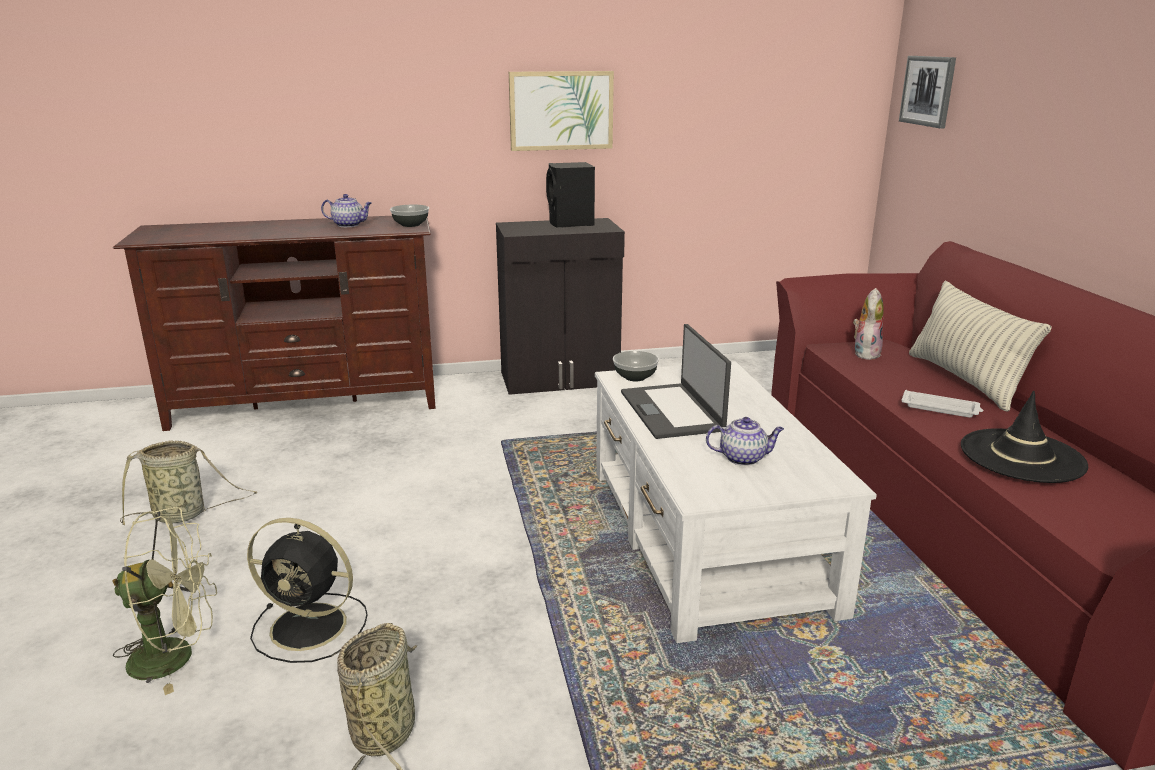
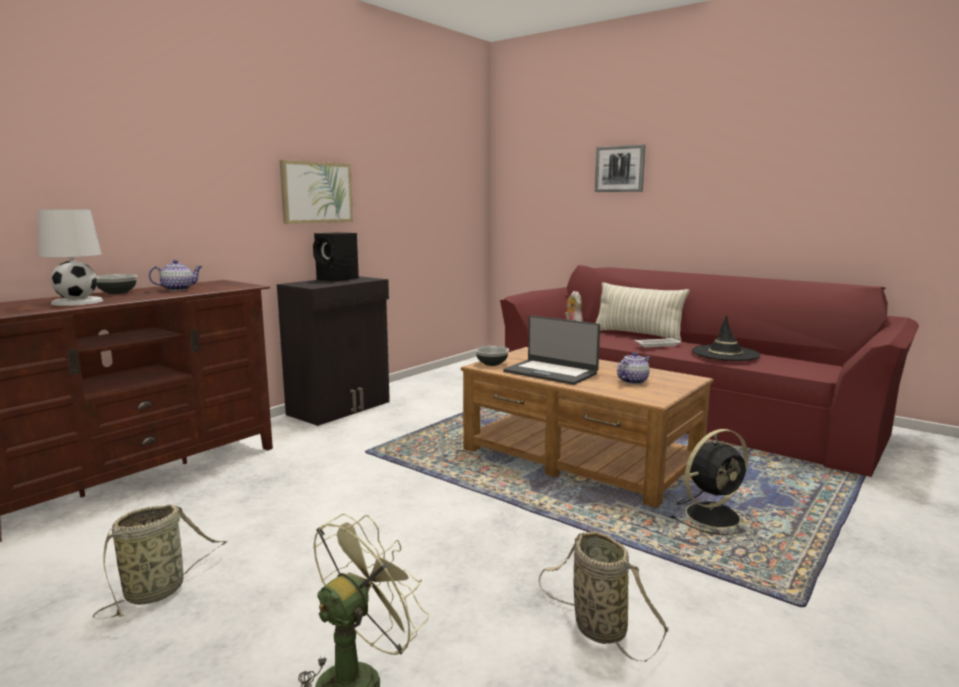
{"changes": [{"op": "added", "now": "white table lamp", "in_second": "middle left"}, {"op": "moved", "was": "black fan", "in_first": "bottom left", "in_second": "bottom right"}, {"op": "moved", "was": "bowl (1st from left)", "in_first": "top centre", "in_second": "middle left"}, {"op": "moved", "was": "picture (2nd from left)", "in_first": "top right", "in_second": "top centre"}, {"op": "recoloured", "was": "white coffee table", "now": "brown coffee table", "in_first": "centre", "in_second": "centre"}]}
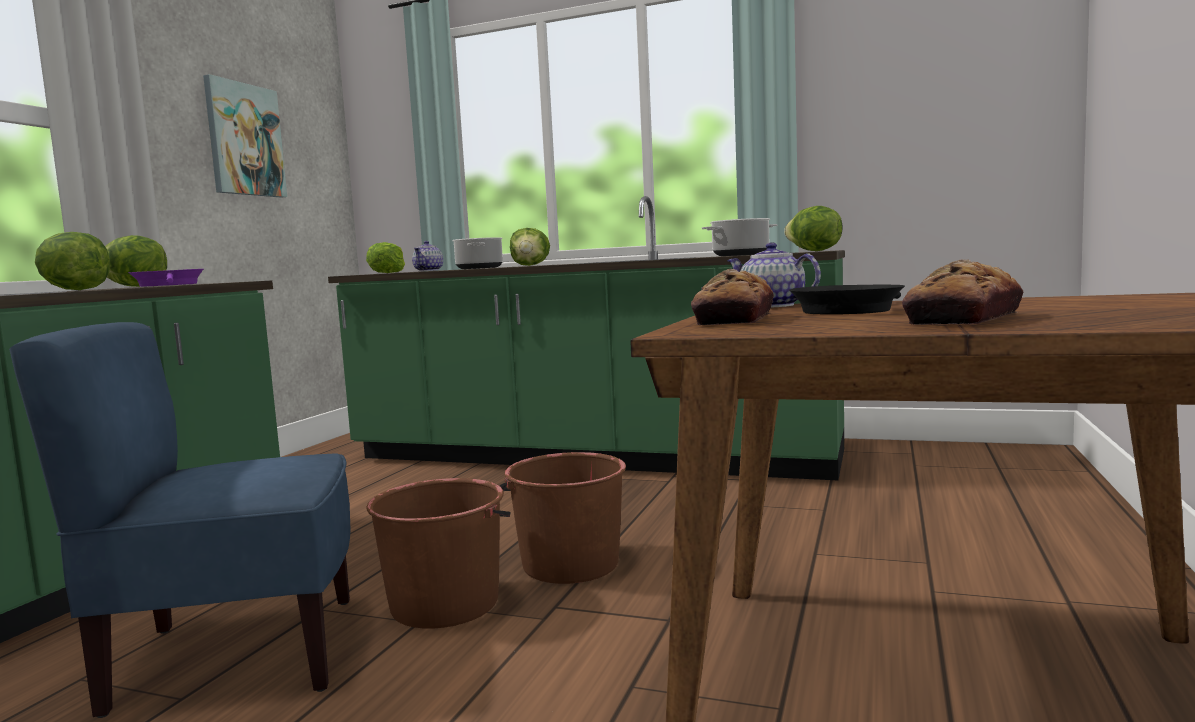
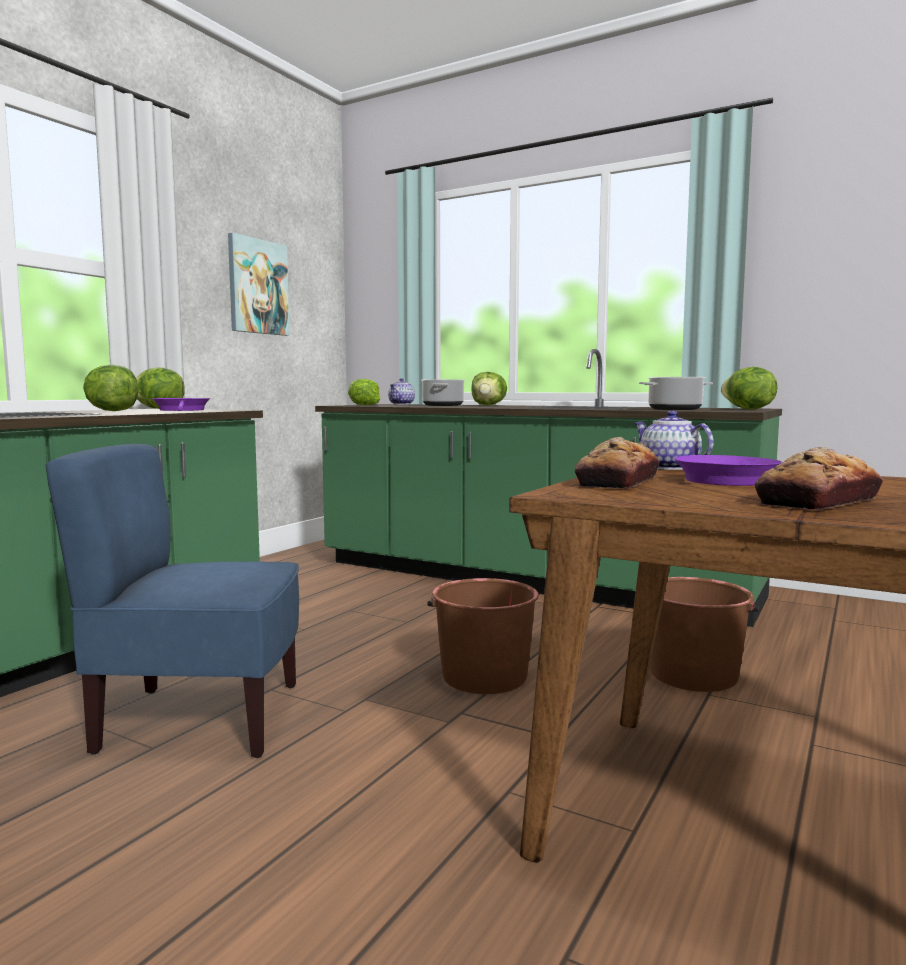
{"changes": [{"op": "moved", "was": "brown bucket (1st from left in the first image)", "now": "brown bucket (2nd from left)", "in_first": "bottom centre", "in_second": "middle right"}, {"op": "recoloured", "was": "black frying pan", "now": "purple frying pan (2nd from left)", "in_first": "middle right", "in_second": "middle right"}]}
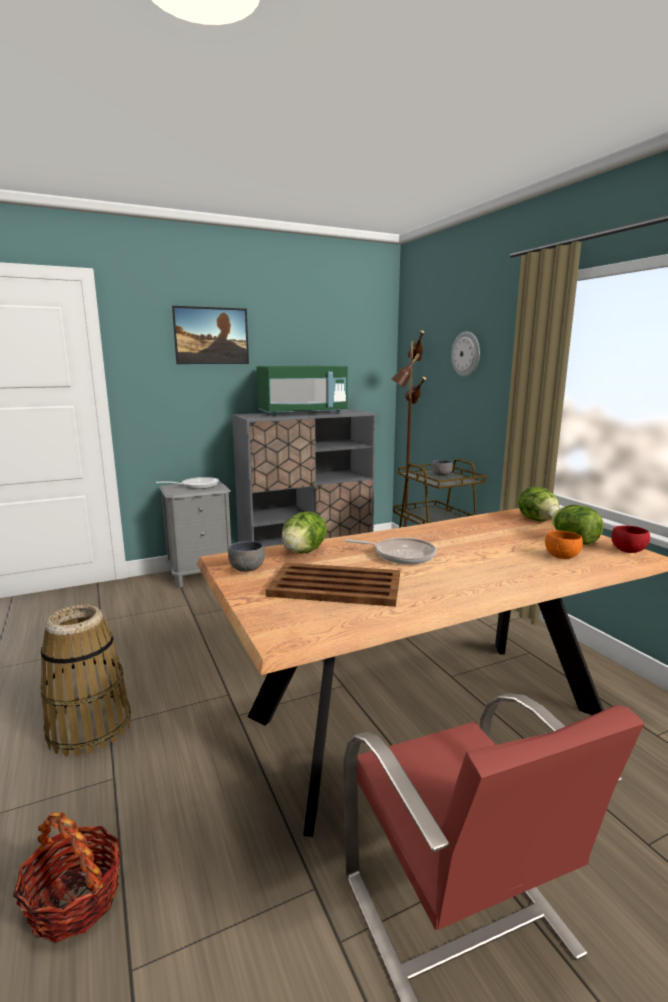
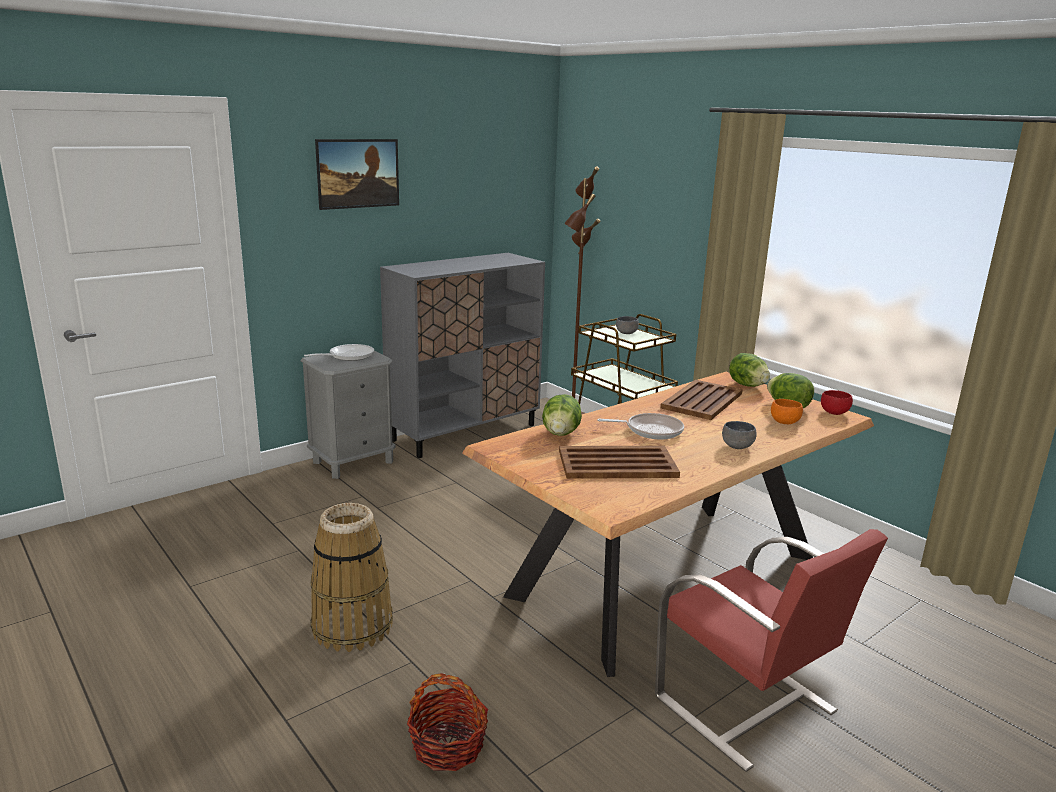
{"changes": [{"op": "removed", "was": "green microwave", "in_first": "centre"}, {"op": "removed", "was": "wall clock", "in_first": "middle right"}, {"op": "added", "now": "brown tray (2nd from left)", "in_second": "centre"}, {"op": "moved", "was": "grey bowl (1st from left in the first image)", "now": "grey bowl (2nd from left)", "in_first": "centre", "in_second": "middle right"}]}
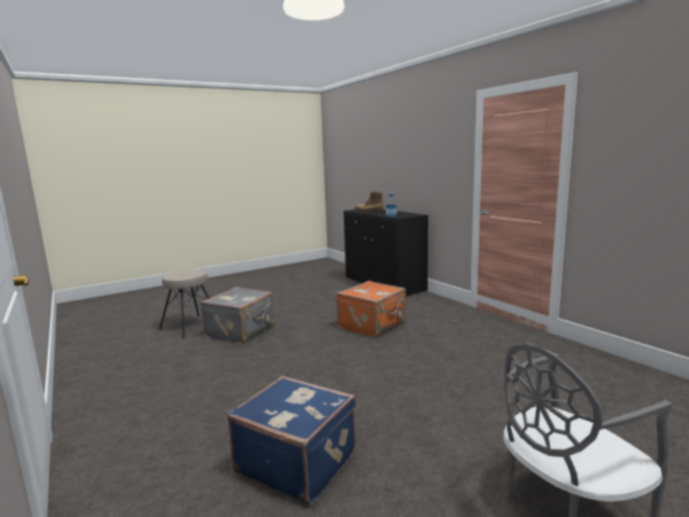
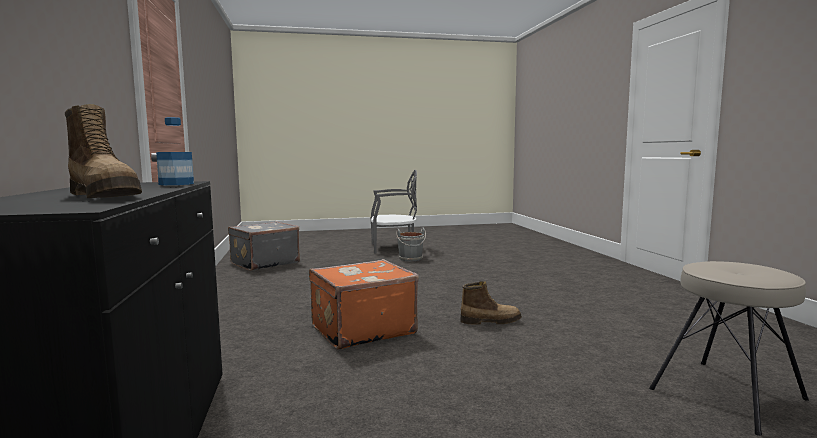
{"changes": [{"op": "removed", "was": "blue suitcase", "in_first": "bottom centre"}, {"op": "added", "now": "grey bucket", "in_second": "centre"}, {"op": "added", "now": "boot (2nd from left)", "in_second": "bottom centre"}, {"op": "moved", "was": "grey suitcase", "in_first": "centre", "in_second": "middle left"}]}
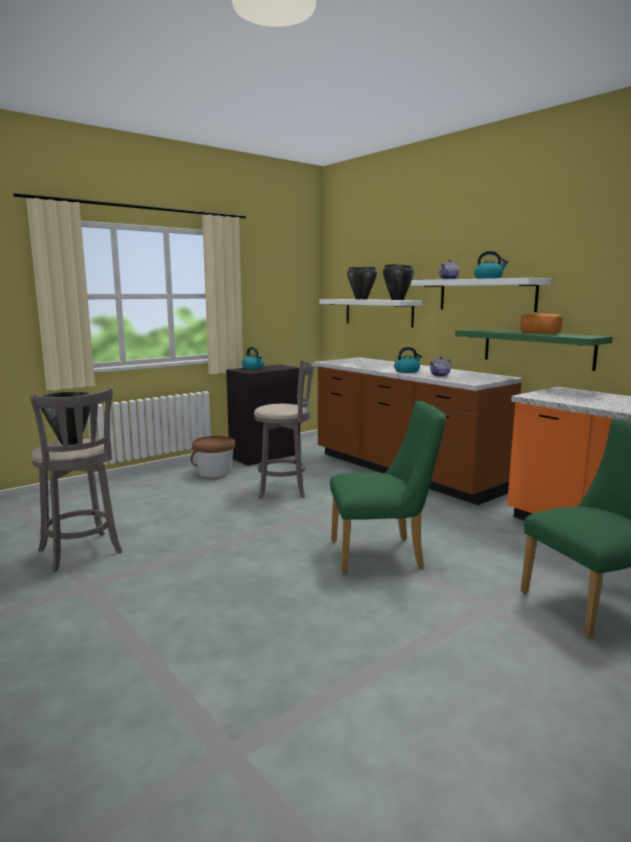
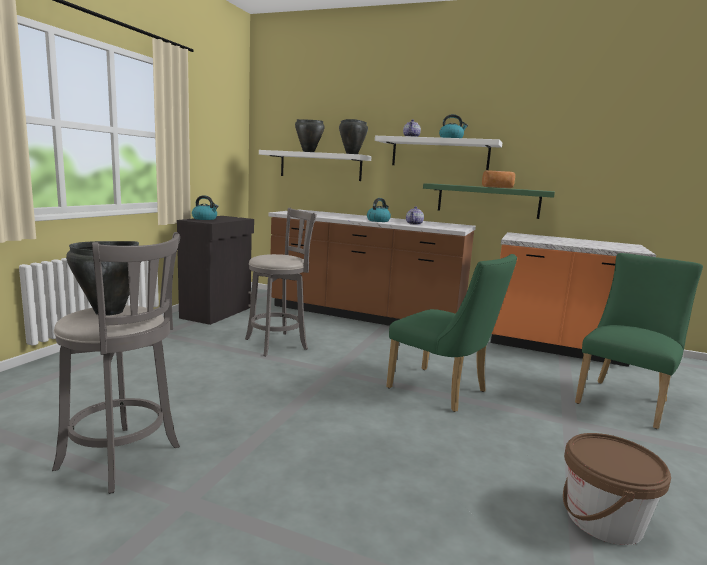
{"changes": [{"op": "moved", "was": "brown bucket", "in_first": "centre", "in_second": "bottom right"}, {"op": "turned", "was": "green chair (1st from left)", "in_first": "centre", "in_second": "centre", "clockwise": 75}]}
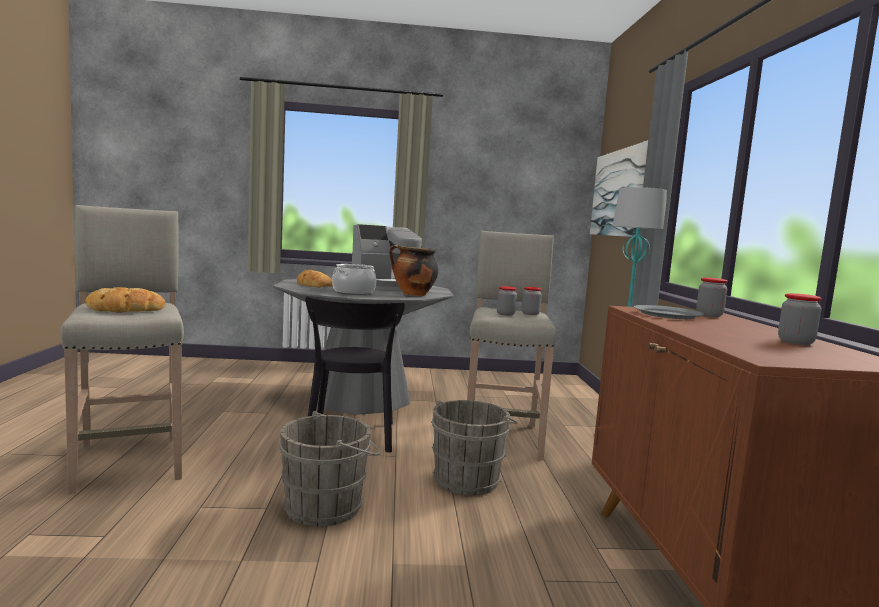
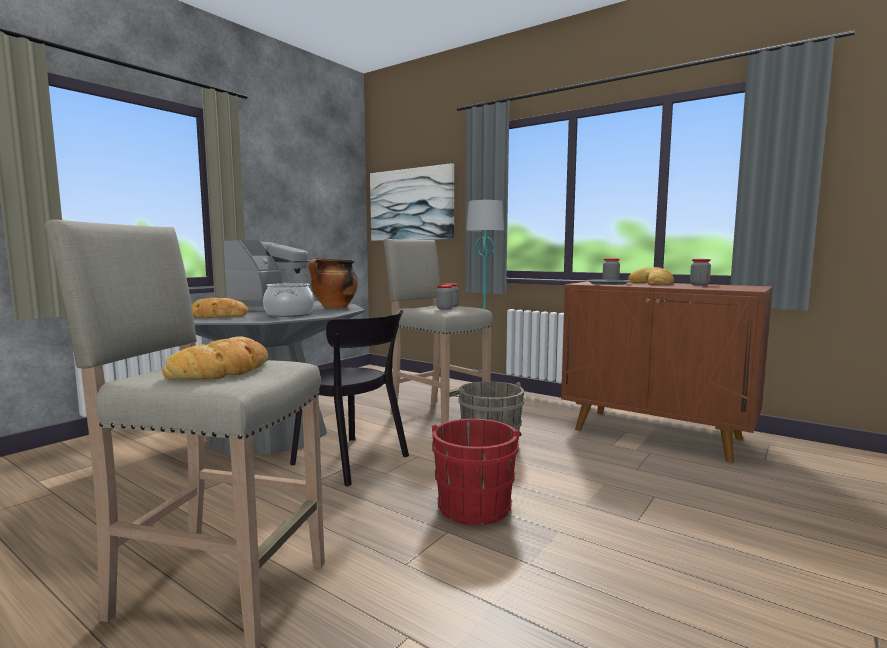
{"changes": [{"op": "added", "now": "bread (3rd from left)", "in_second": "middle right"}, {"op": "recoloured", "was": "grey bucket (1st from left)", "now": "red bucket", "in_first": "bottom centre", "in_second": "bottom centre"}]}
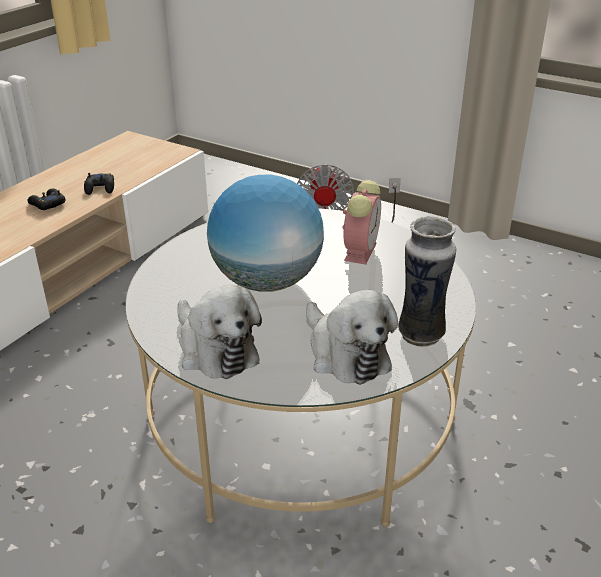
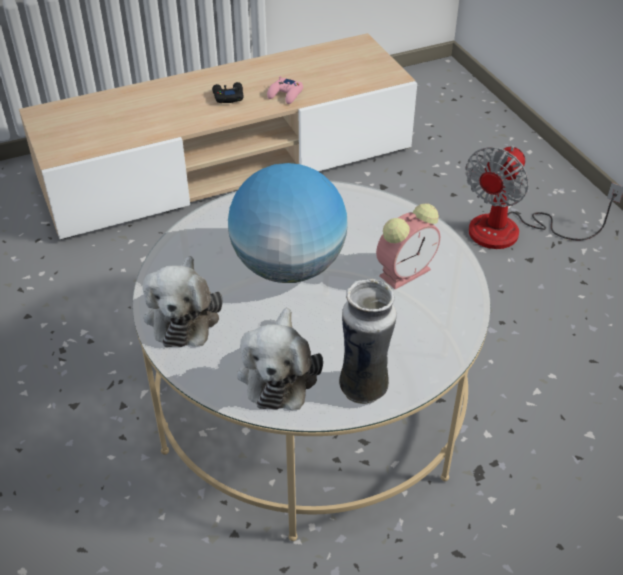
{"changes": [{"op": "recoloured", "was": "black game controller (2nd from left)", "now": "pink game controller", "in_first": "top left", "in_second": "top centre"}]}
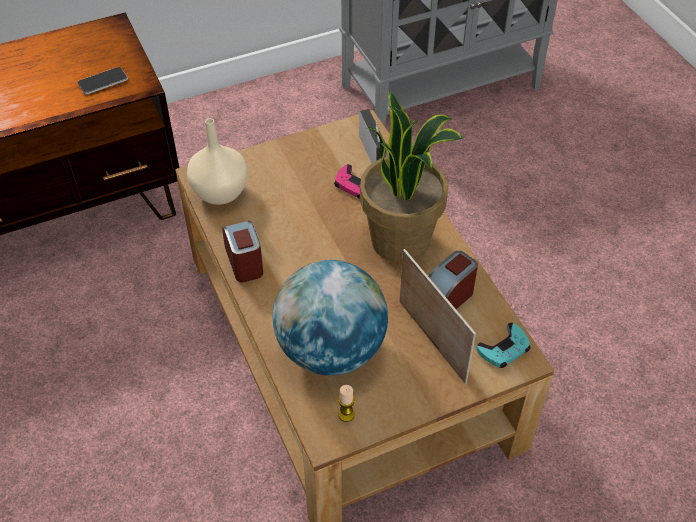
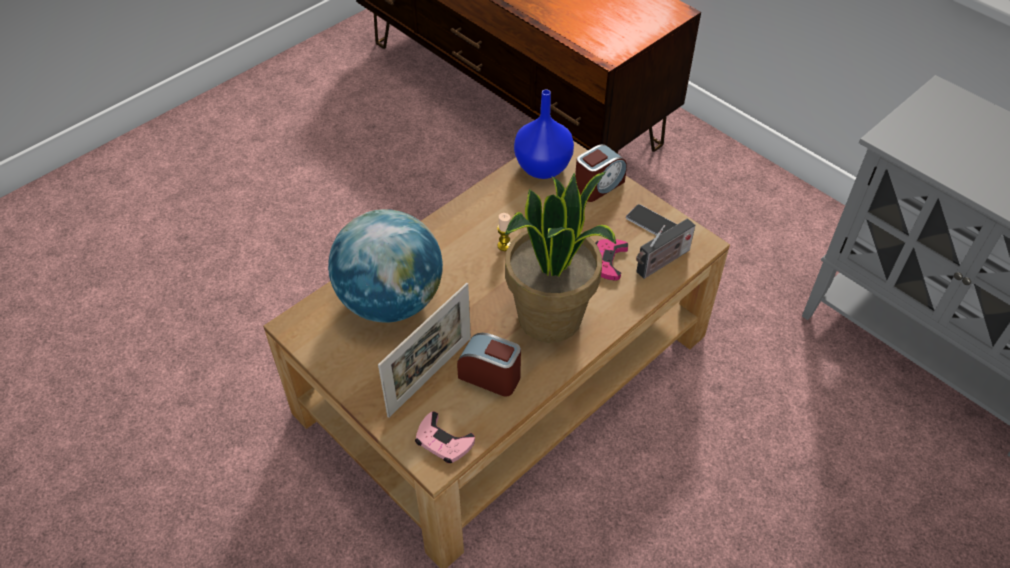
{"changes": [{"op": "moved", "was": "phone", "in_first": "top left", "in_second": "centre"}, {"op": "moved", "was": "alarm clock (1st from left in the first image)", "now": "alarm clock (2nd from left)", "in_first": "centre", "in_second": "top centre"}, {"op": "moved", "was": "candle", "in_first": "bottom centre", "in_second": "centre"}, {"op": "recoloured", "was": "beige vase", "now": "blue vase", "in_first": "top left", "in_second": "top centre"}, {"op": "recoloured", "was": "turquoise game controller", "now": "pink game controller (1st from left)", "in_first": "middle right", "in_second": "bottom centre"}]}
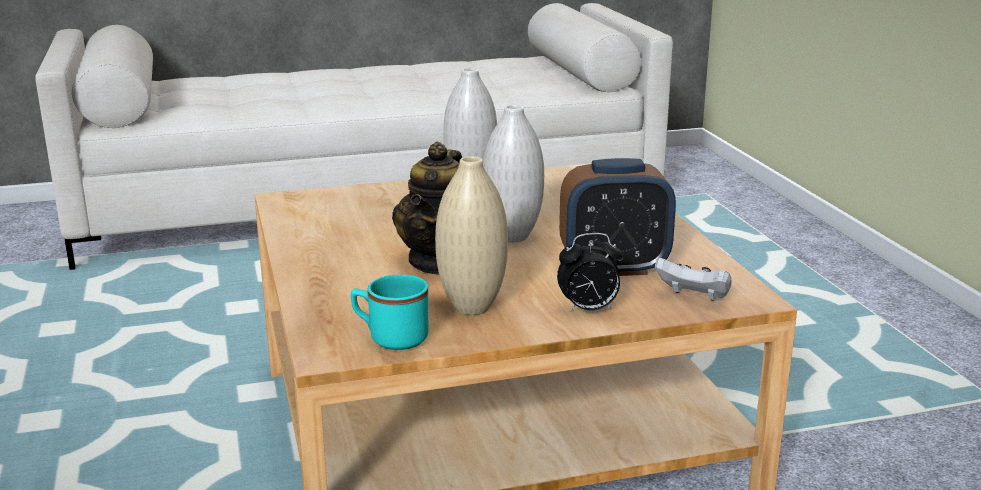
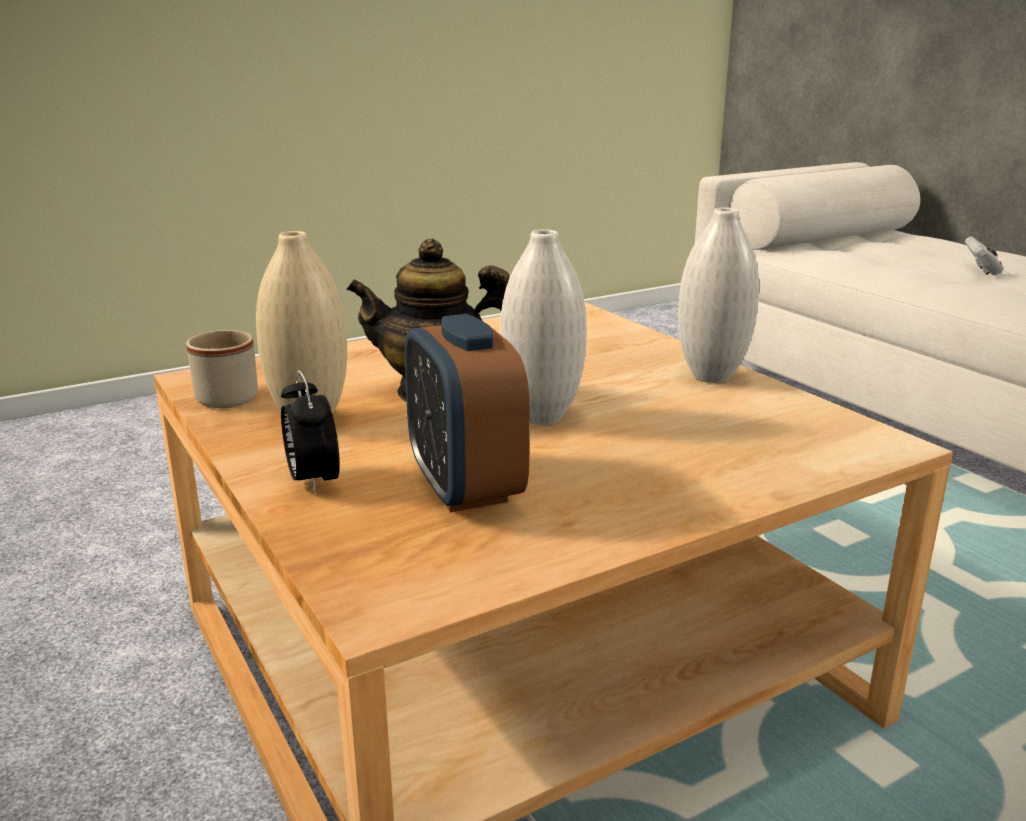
{"changes": [{"op": "moved", "was": "white game controller", "in_first": "middle right", "in_second": "top right"}, {"op": "recoloured", "was": "turquoise mug", "now": "beige mug", "in_first": "centre", "in_second": "middle left"}]}
